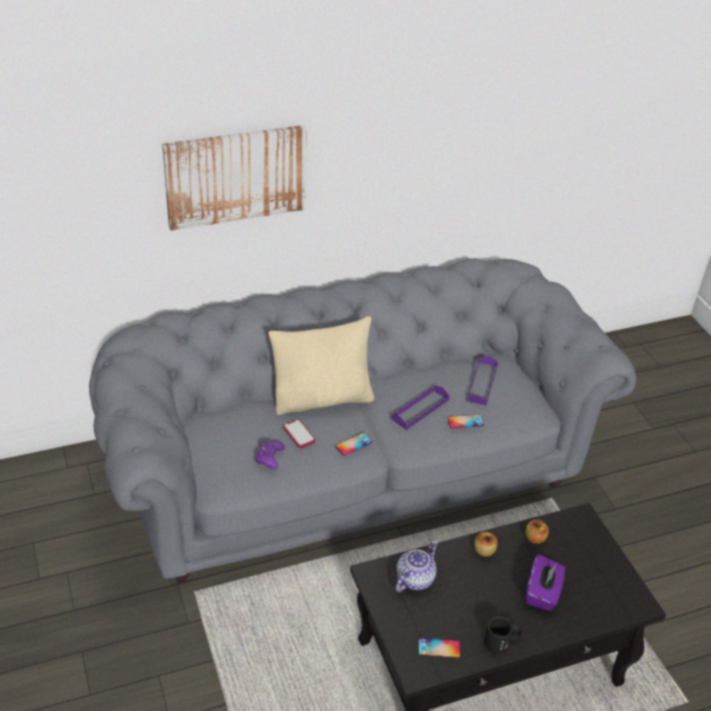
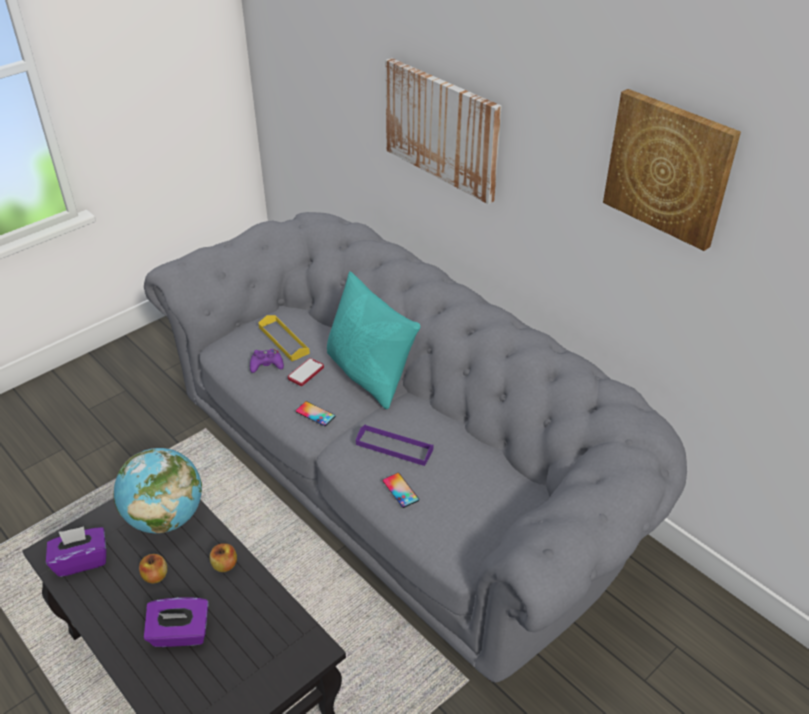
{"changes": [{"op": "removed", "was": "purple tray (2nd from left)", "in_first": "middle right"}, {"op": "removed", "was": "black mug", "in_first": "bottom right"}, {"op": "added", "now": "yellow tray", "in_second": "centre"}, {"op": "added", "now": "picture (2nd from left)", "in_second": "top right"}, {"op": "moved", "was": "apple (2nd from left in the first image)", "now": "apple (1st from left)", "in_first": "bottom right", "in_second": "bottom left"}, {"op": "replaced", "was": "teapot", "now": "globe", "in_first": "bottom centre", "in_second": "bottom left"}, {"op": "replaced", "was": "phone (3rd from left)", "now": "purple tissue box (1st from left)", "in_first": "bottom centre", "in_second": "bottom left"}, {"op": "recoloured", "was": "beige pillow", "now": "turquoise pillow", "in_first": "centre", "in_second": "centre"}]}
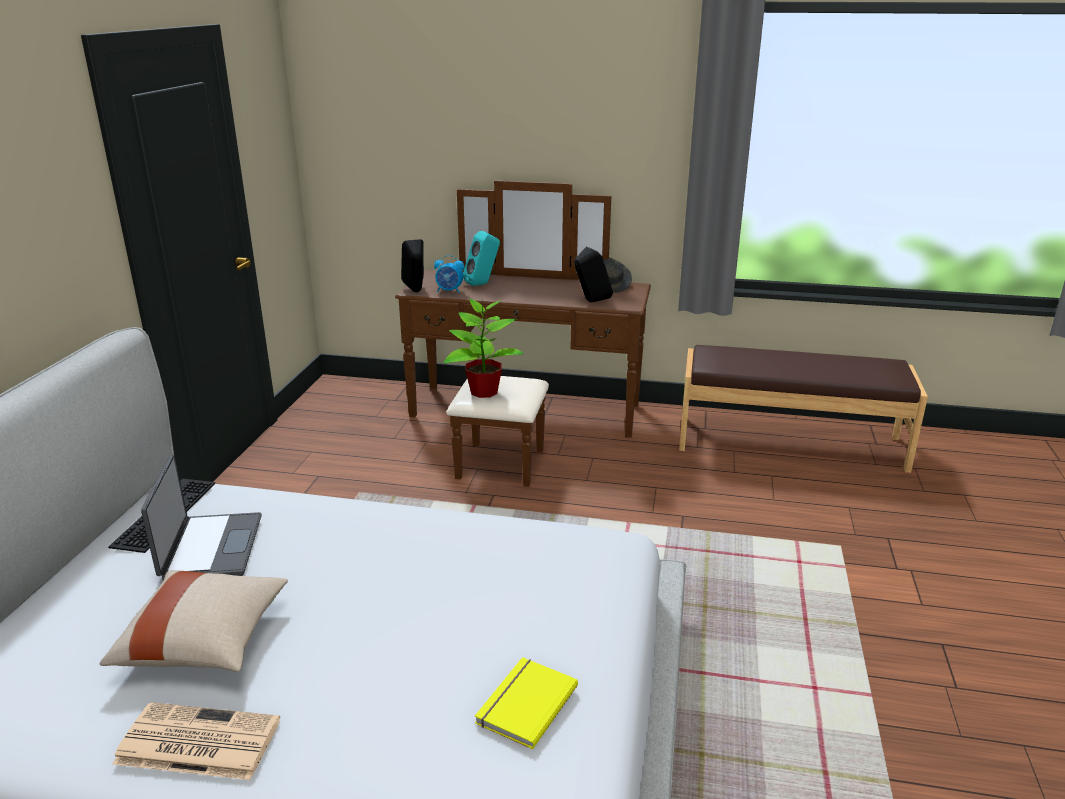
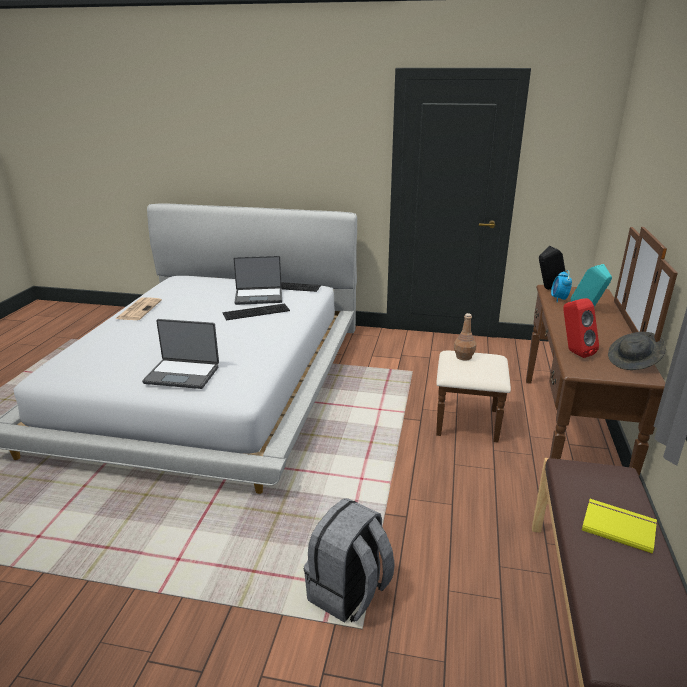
{"changes": [{"op": "removed", "was": "beige pillow", "in_first": "bottom left"}, {"op": "added", "now": "laptop (1st from left)", "in_second": "middle left"}, {"op": "added", "now": "keyboard (1st from left)", "in_second": "centre"}, {"op": "added", "now": "grey backpack", "in_second": "bottom centre"}, {"op": "moved", "was": "yellow book", "in_first": "bottom centre", "in_second": "bottom right"}, {"op": "replaced", "was": "potted plant", "now": "brown bottle", "in_first": "centre", "in_second": "middle right"}, {"op": "recoloured", "was": "black speaker (2nd from left)", "now": "red speaker", "in_first": "centre", "in_second": "middle right"}]}
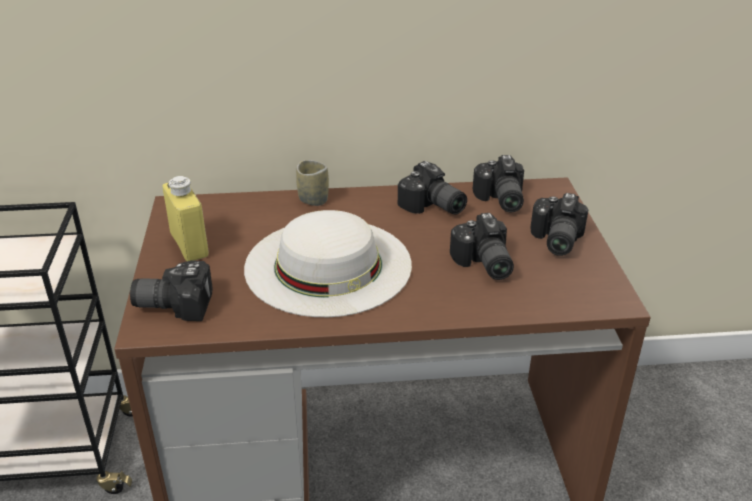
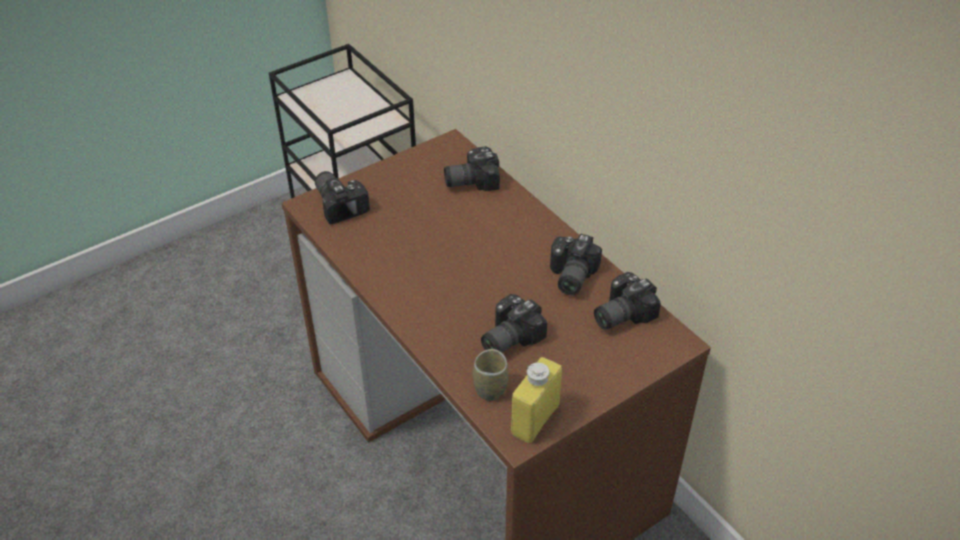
{"changes": [{"op": "removed", "was": "white hat", "in_first": "centre"}, {"op": "moved", "was": "yellow bottle", "in_first": "middle left", "in_second": "bottom centre"}, {"op": "moved", "was": "cup", "in_first": "centre", "in_second": "bottom centre"}, {"op": "moved", "was": "photo camera (5th from left in the first image)", "now": "photo camera (2nd from left)", "in_first": "middle right", "in_second": "top centre"}]}
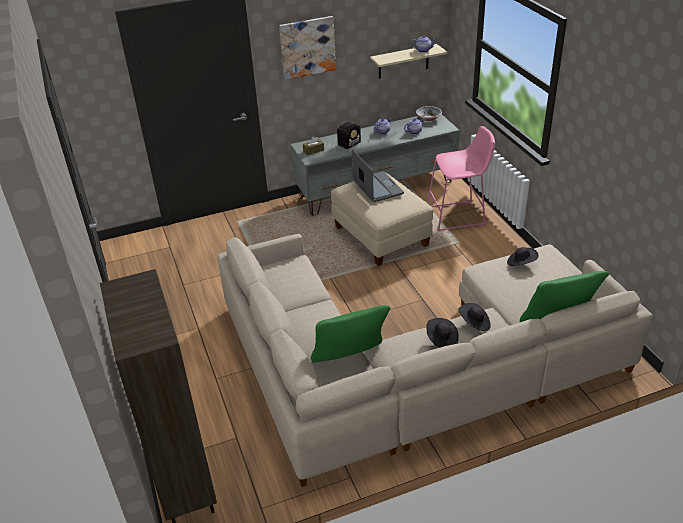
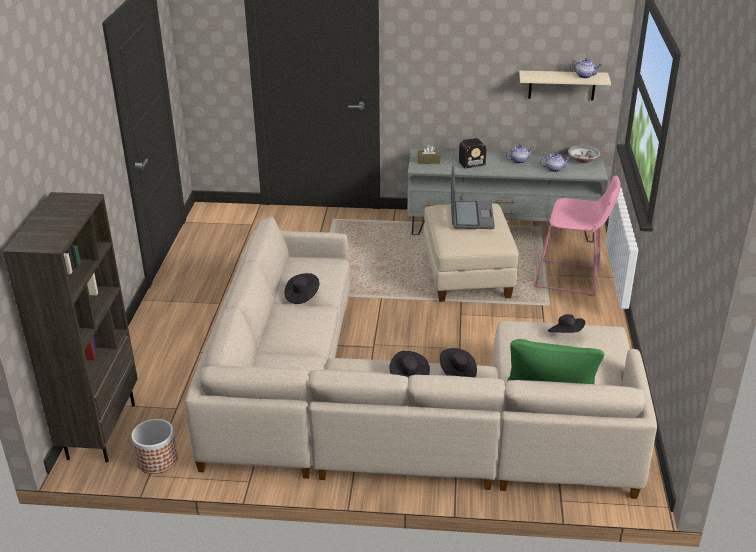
{"changes": [{"op": "removed", "was": "picture", "in_first": "top centre"}, {"op": "removed", "was": "green pillow (1st from left)", "in_first": "centre"}, {"op": "added", "now": "planter", "in_second": "bottom left"}, {"op": "added", "now": "black hat (1st from left)", "in_second": "centre"}]}
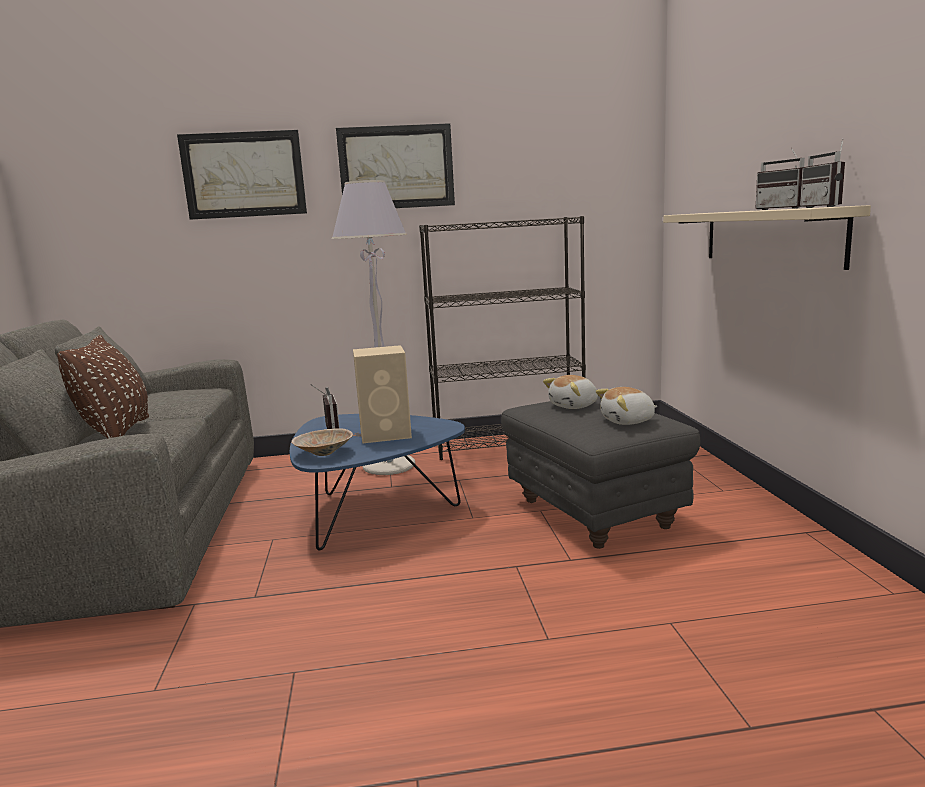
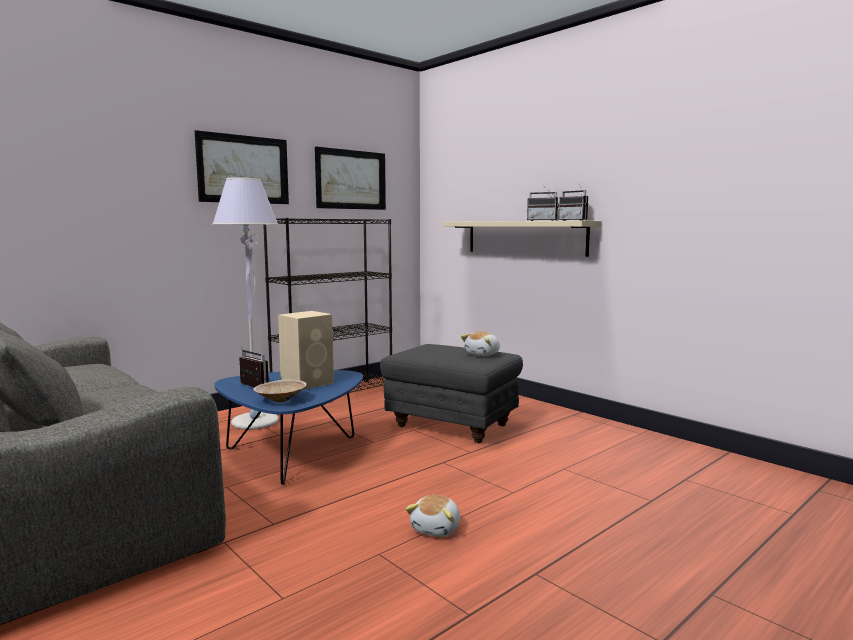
{"changes": [{"op": "removed", "was": "brown pillow", "in_first": "middle left"}, {"op": "moved", "was": "picture (1st from left in the first image)", "now": "picture (2nd from left)", "in_first": "top left", "in_second": "top centre"}, {"op": "moved", "was": "plush toy (1st from left)", "in_first": "centre", "in_second": "bottom centre"}]}
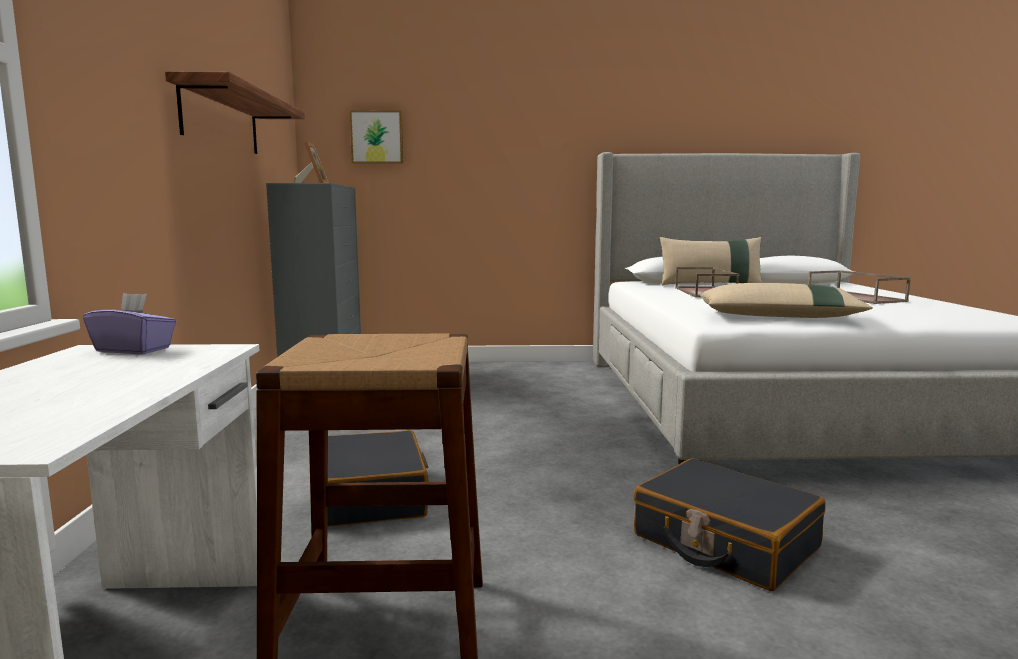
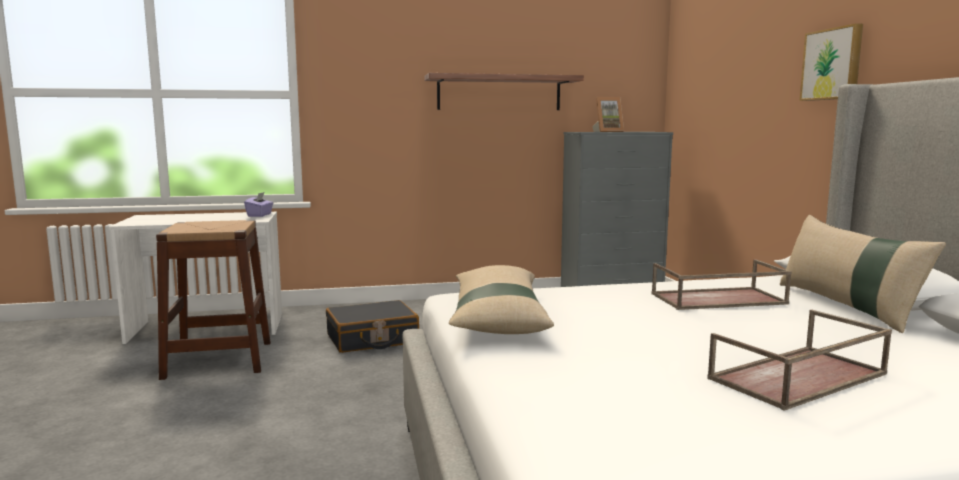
{"changes": [{"op": "removed", "was": "black suitcase (2nd from left)", "in_first": "bottom right"}, {"op": "moved", "was": "picture", "in_first": "top centre", "in_second": "top right"}]}
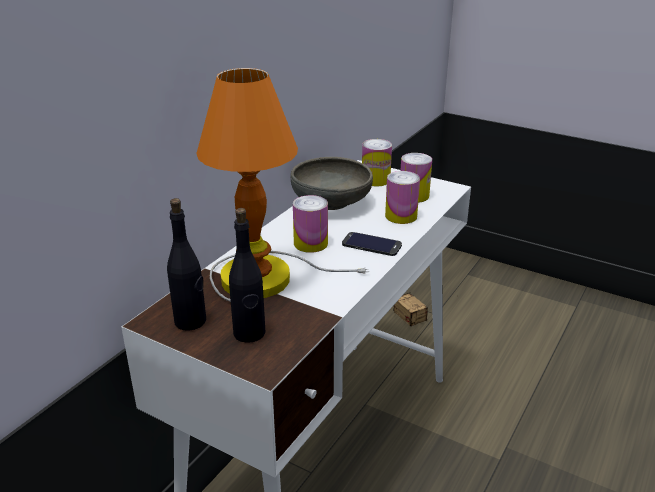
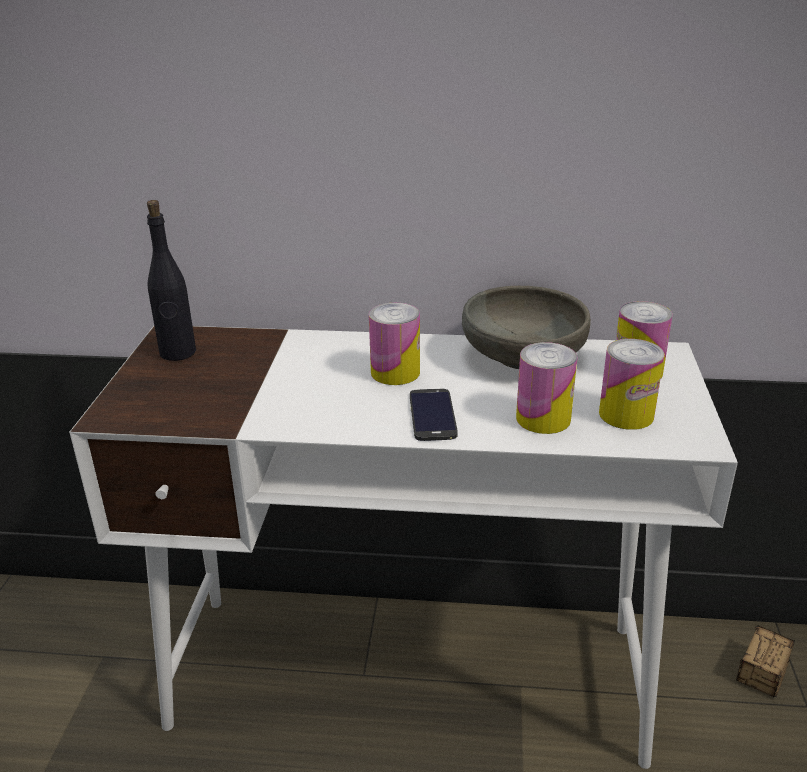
{"changes": [{"op": "removed", "was": "table lamp", "in_first": "centre"}, {"op": "removed", "was": "black bottle (2nd from left)", "in_first": "centre"}]}
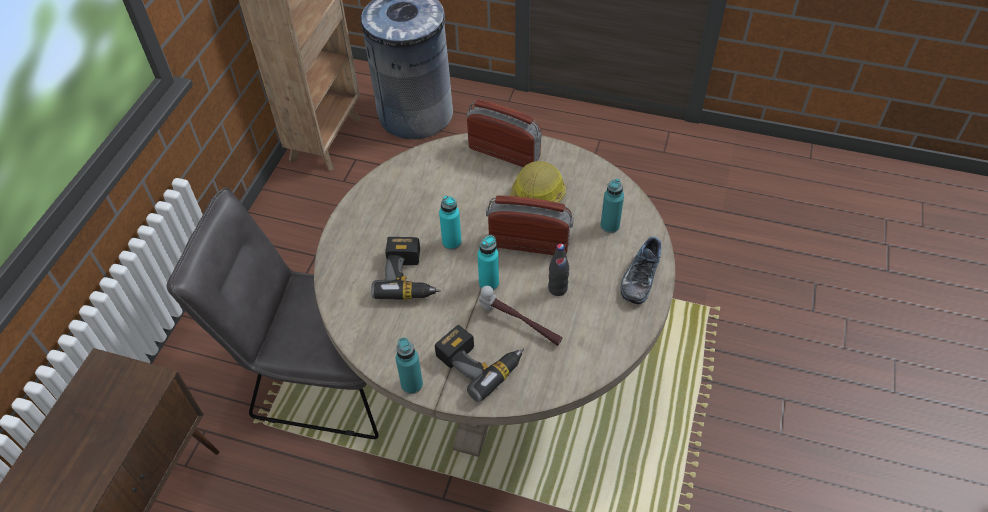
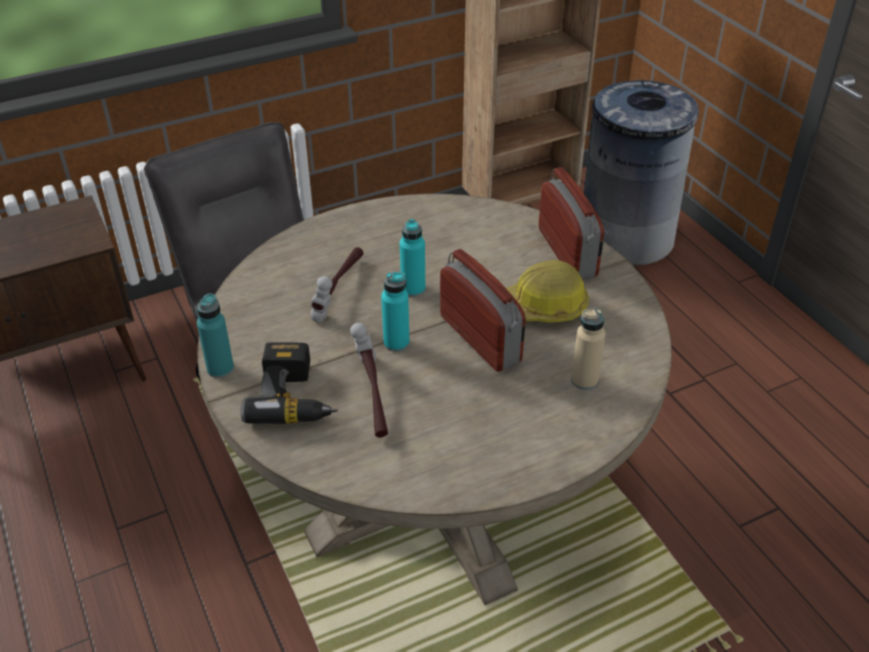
{"changes": [{"op": "removed", "was": "black bottle", "in_first": "centre"}, {"op": "removed", "was": "shoe", "in_first": "centre"}, {"op": "replaced", "was": "power drill (1st from left)", "now": "hammer (1st from left)", "in_first": "centre", "in_second": "centre"}, {"op": "recoloured", "was": "turquoise bottle (4th from left)", "now": "beige bottle", "in_first": "centre", "in_second": "middle right"}]}
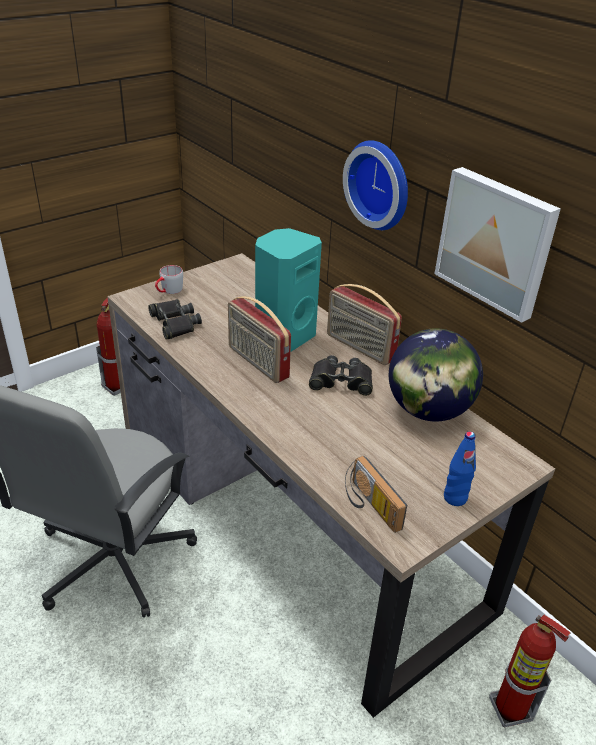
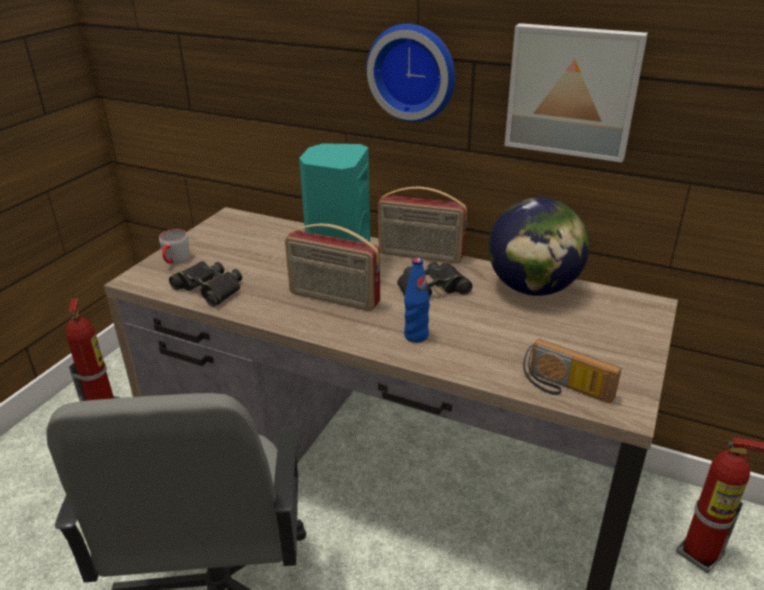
{"changes": [{"op": "moved", "was": "blue bottle", "in_first": "middle right", "in_second": "centre"}]}
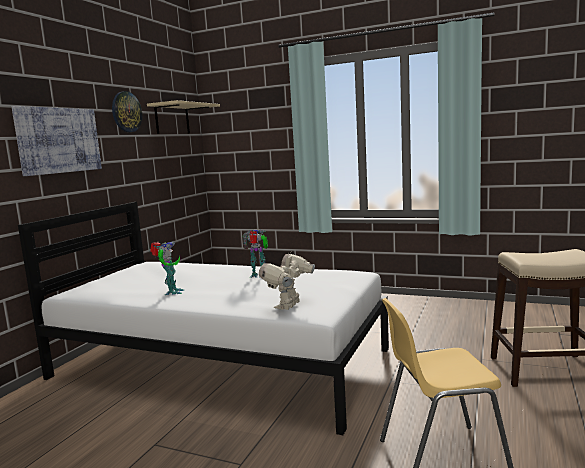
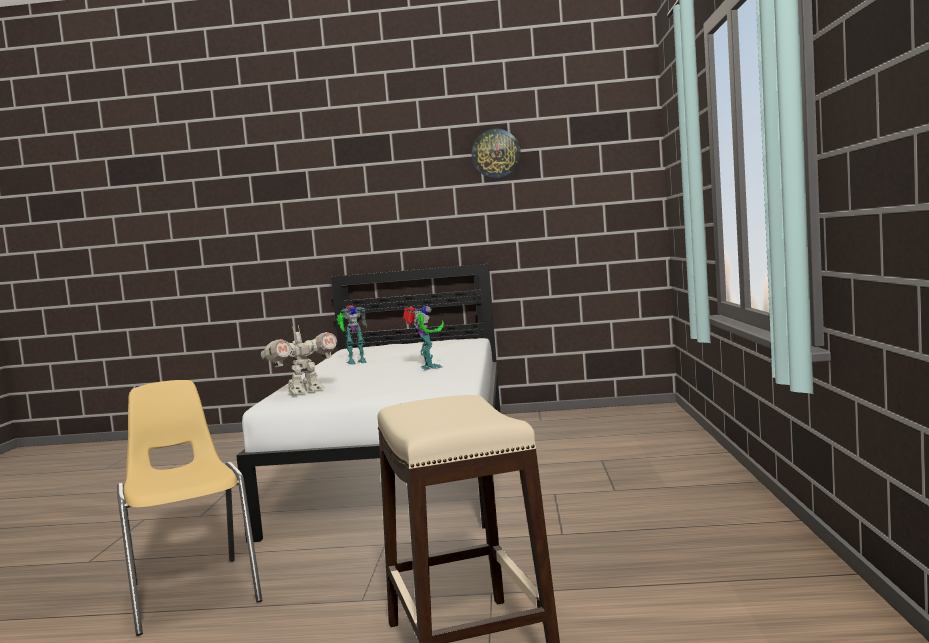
{"changes": [{"op": "removed", "was": "picture", "in_first": "top left"}, {"op": "removed", "was": "beige shelf", "in_first": "top left"}, {"op": "turned", "was": "toy robot (3rd from left in the first image)", "in_first": "centre", "in_second": "middle left", "clockwise": 135}]}
